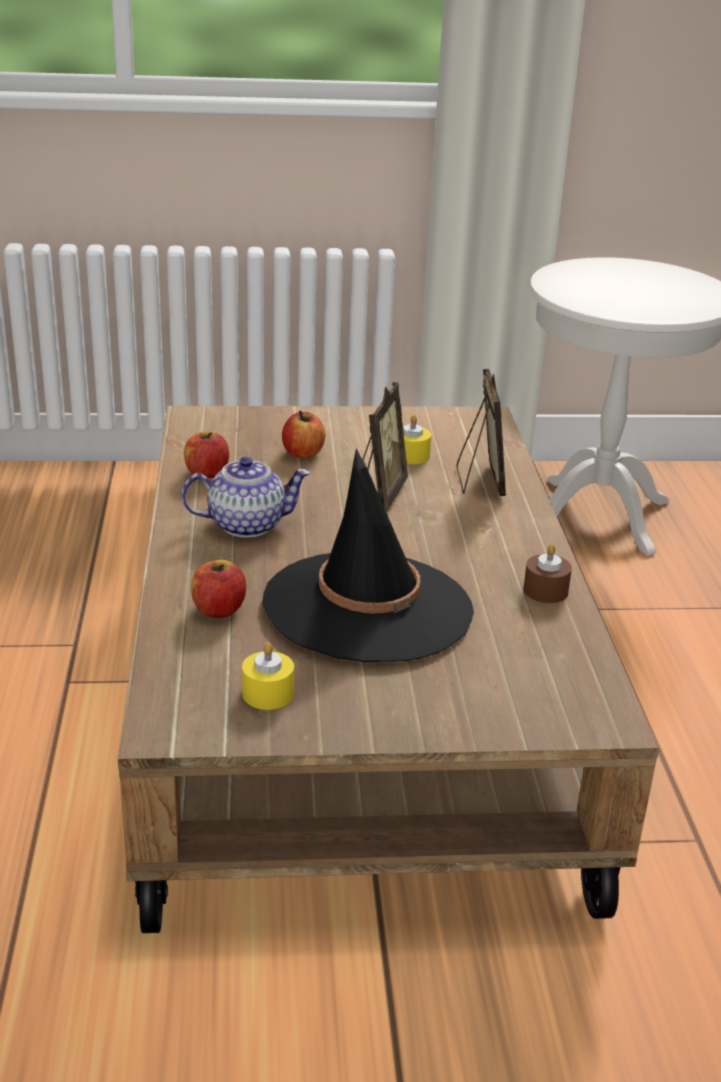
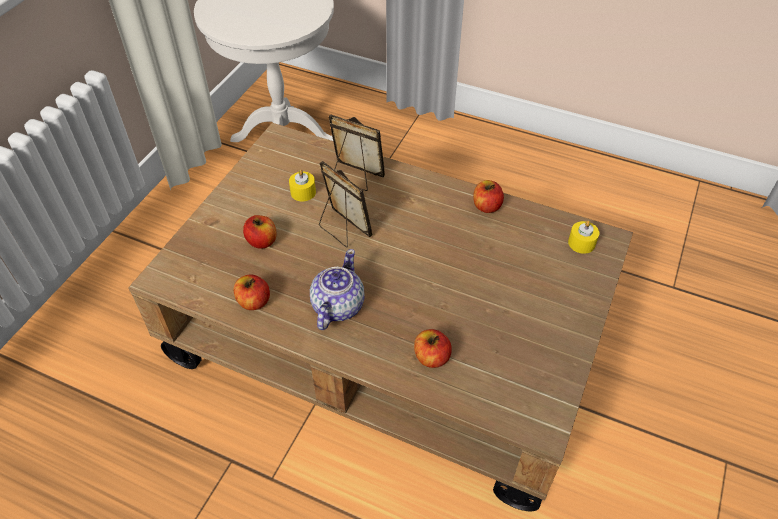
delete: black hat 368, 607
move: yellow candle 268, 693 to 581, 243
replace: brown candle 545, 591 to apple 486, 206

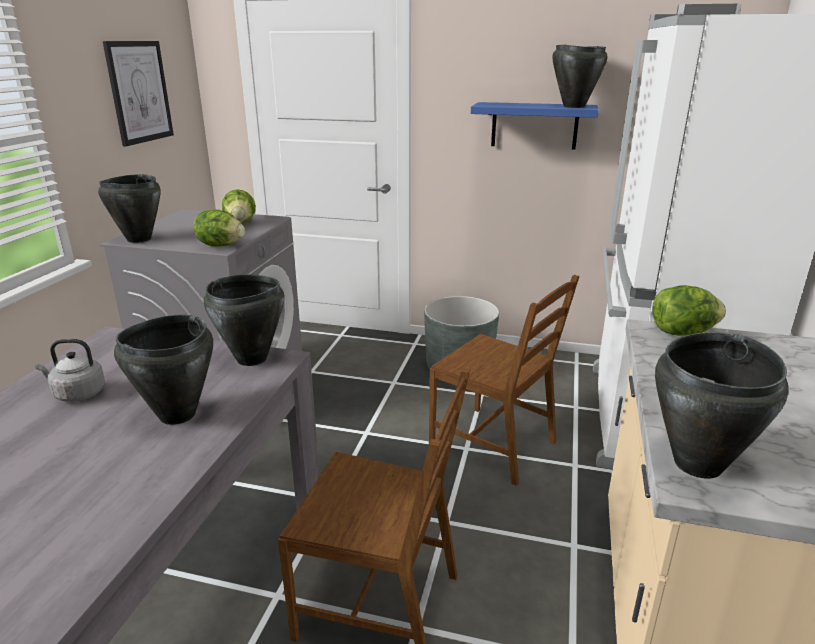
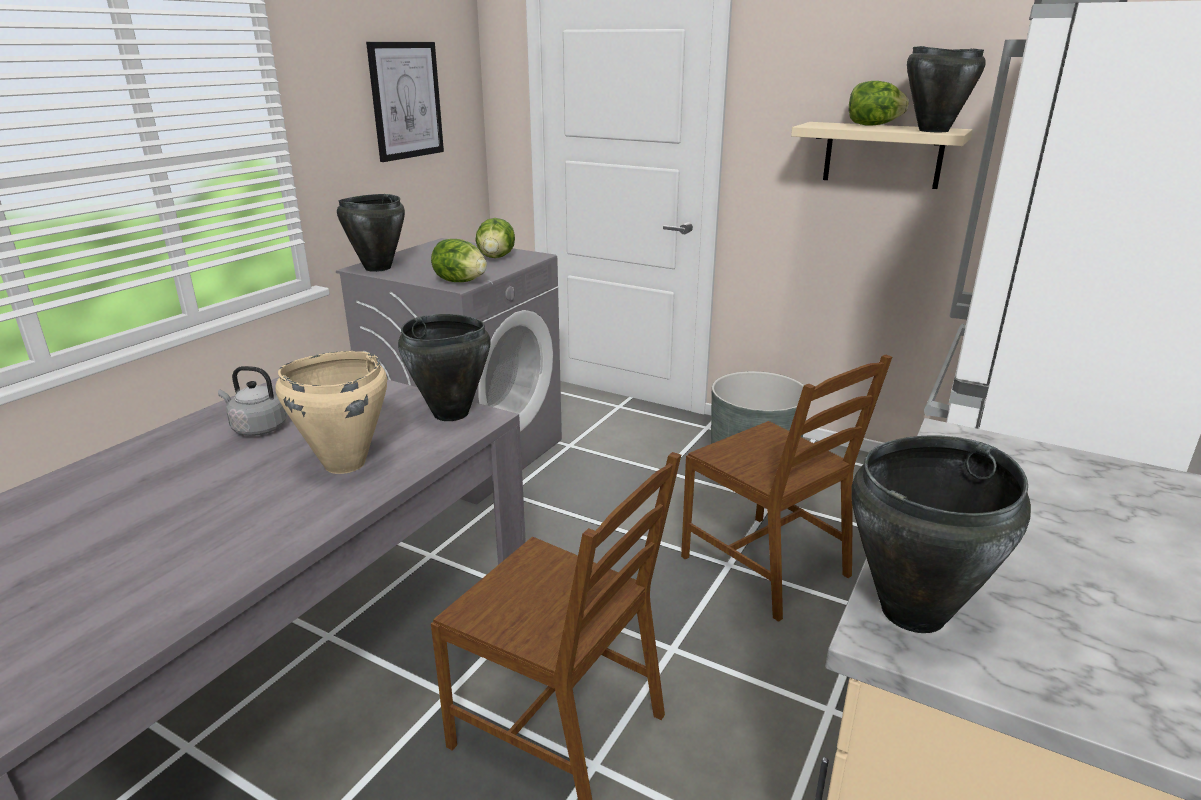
move: lettuce 682, 332 to 872, 125
recolor: black cooking pot 176, 415 to beige cooking pot 344, 464; blue shelf 534, 125 to beige shelf 882, 155

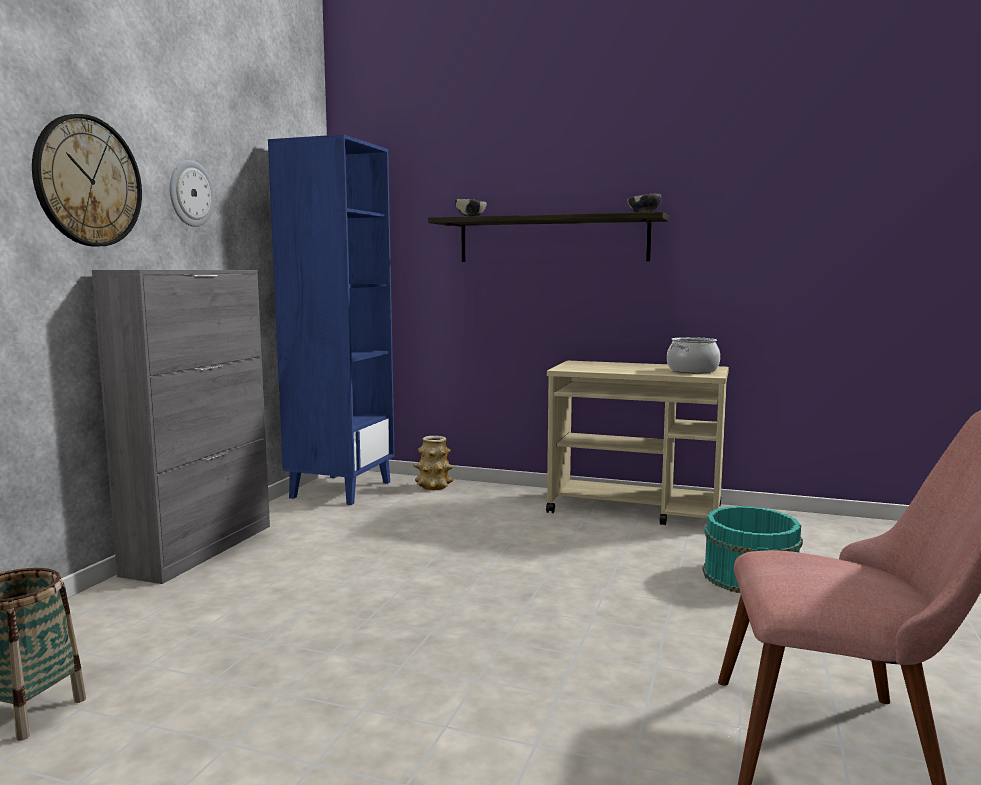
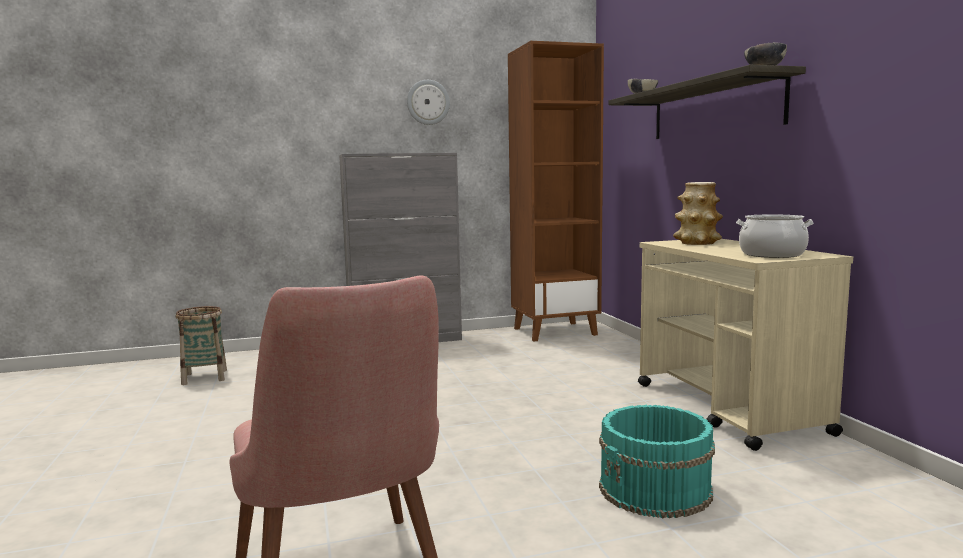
delete: wall clock 88, 181
move: vase 433, 486 to 696, 243
recolor: blue bookcase 341, 489 to brown bookcase 555, 331

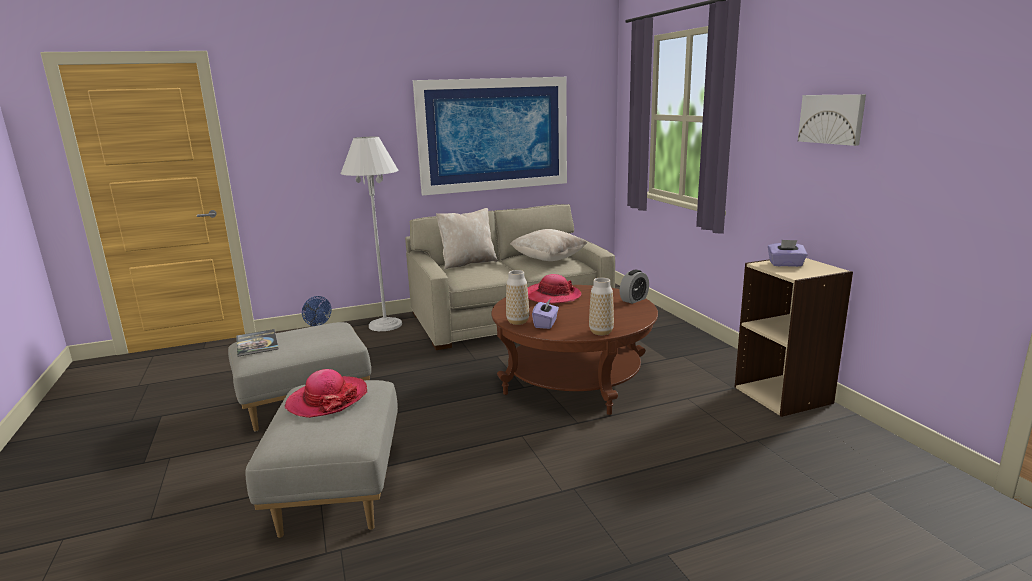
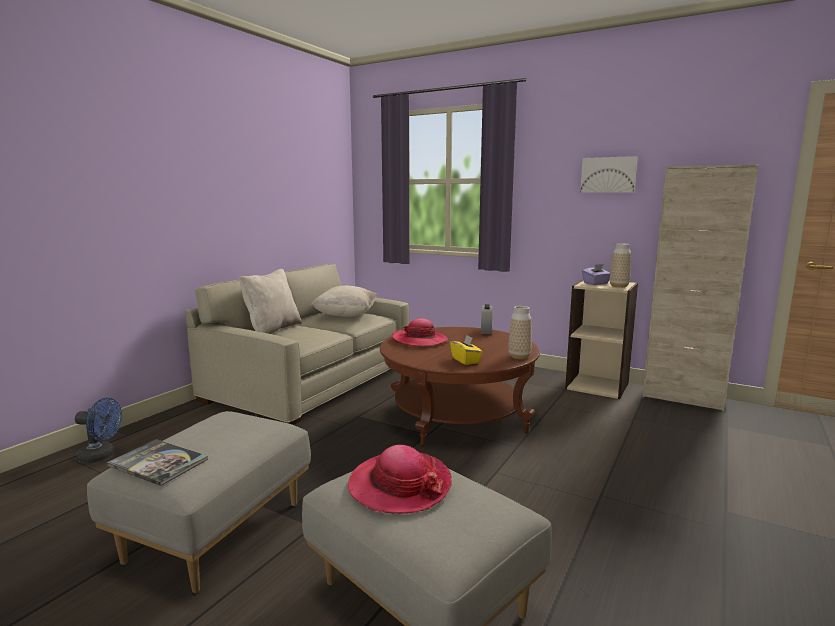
delete: white floor lamp 385, 325; picture 493, 134
insert: beige cabinet 683, 398
move: vase 517, 321 to 619, 286
recolor: purple tissue box 546, 324 to yellow tissue box 466, 360

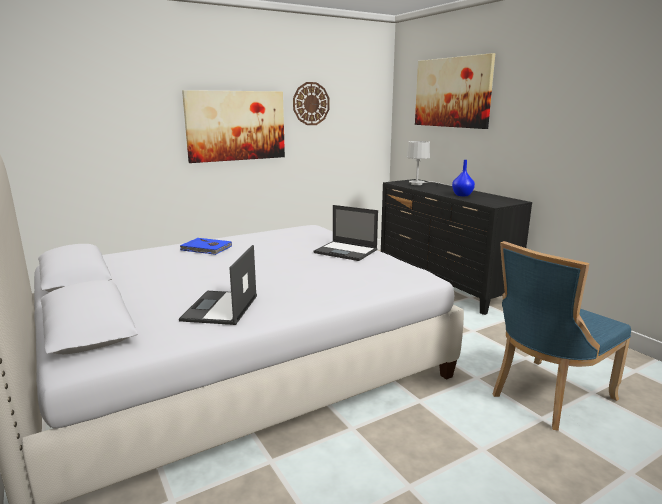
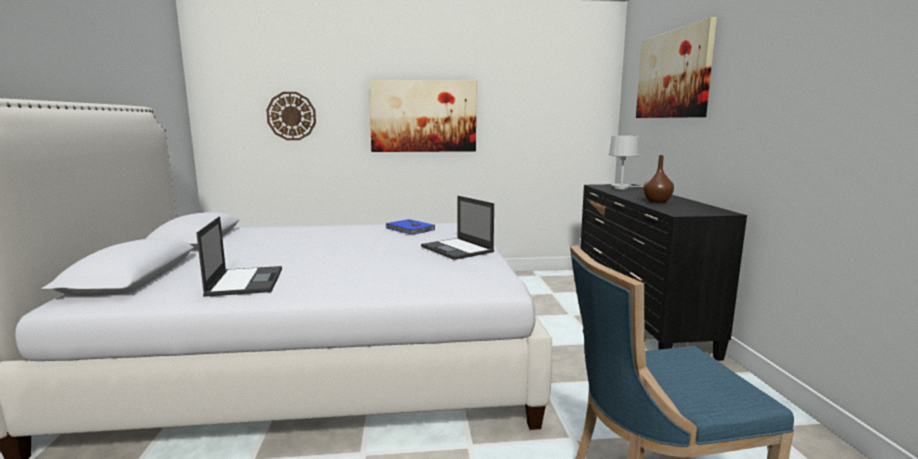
move: blue book 206, 248 to 409, 229; wall clock 311, 103 to 291, 116
recolor: blue vase 462, 195 to brown vase 657, 201
rotate: laptop 220, 308 = 245, 281 135 degrees clockwise

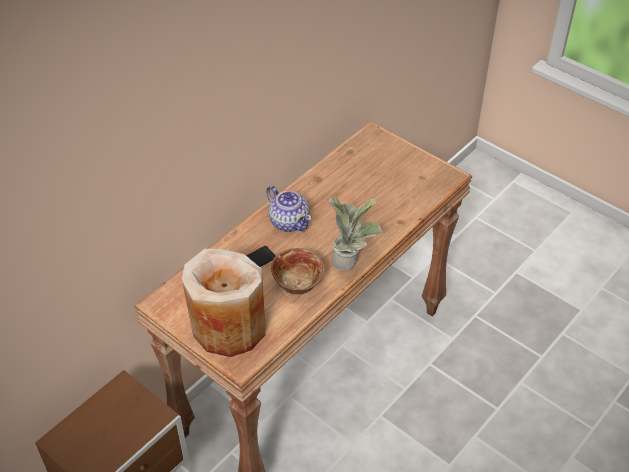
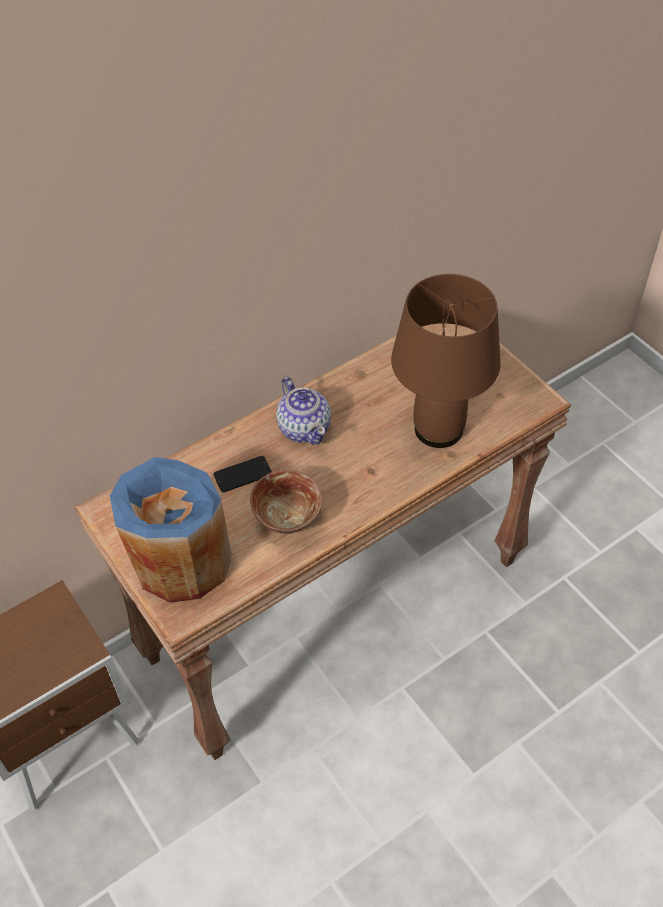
delete: potted plant 351, 261
insert: brown table lamp 438, 430
recolor: beige vase 228, 327 to blue vase 181, 560

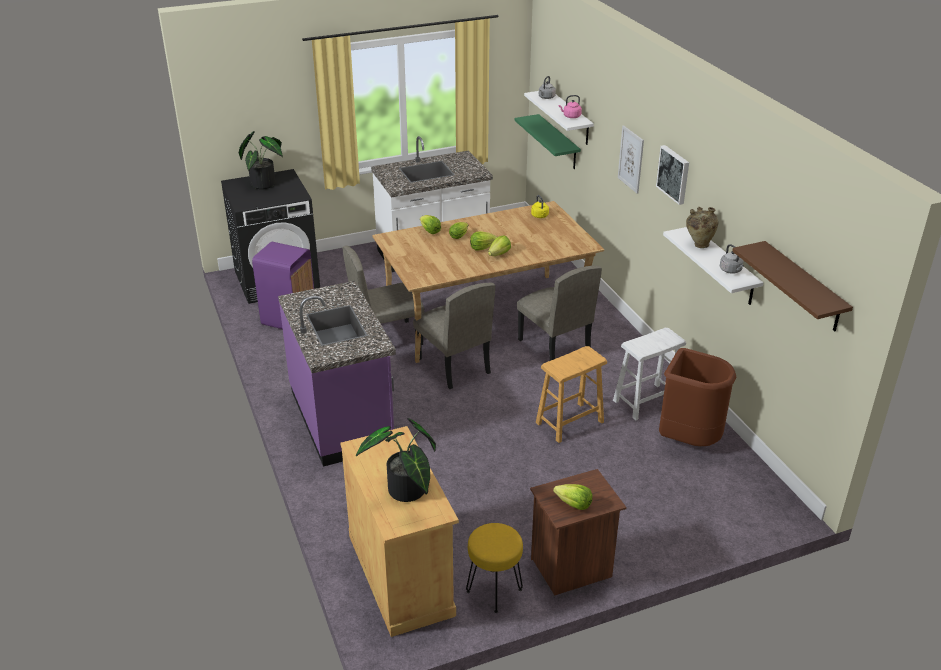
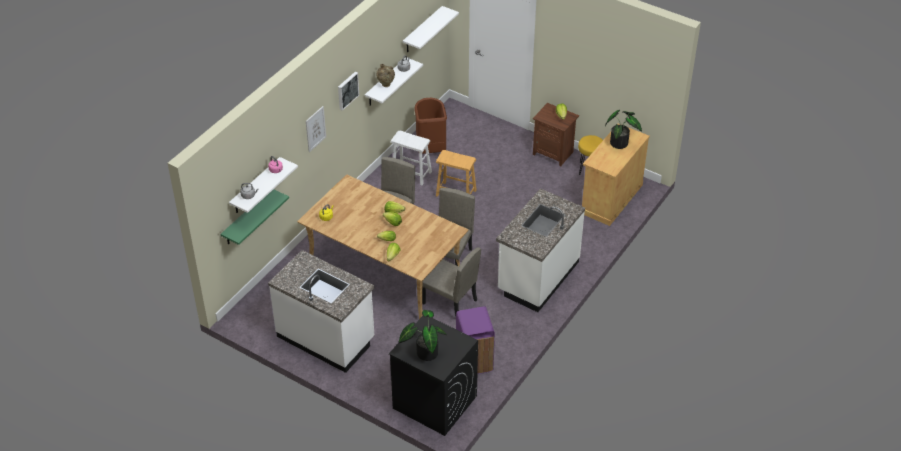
recolor: purple counter 343, 418 to white counter 537, 277; brown shelf 803, 287 to white shelf 422, 30

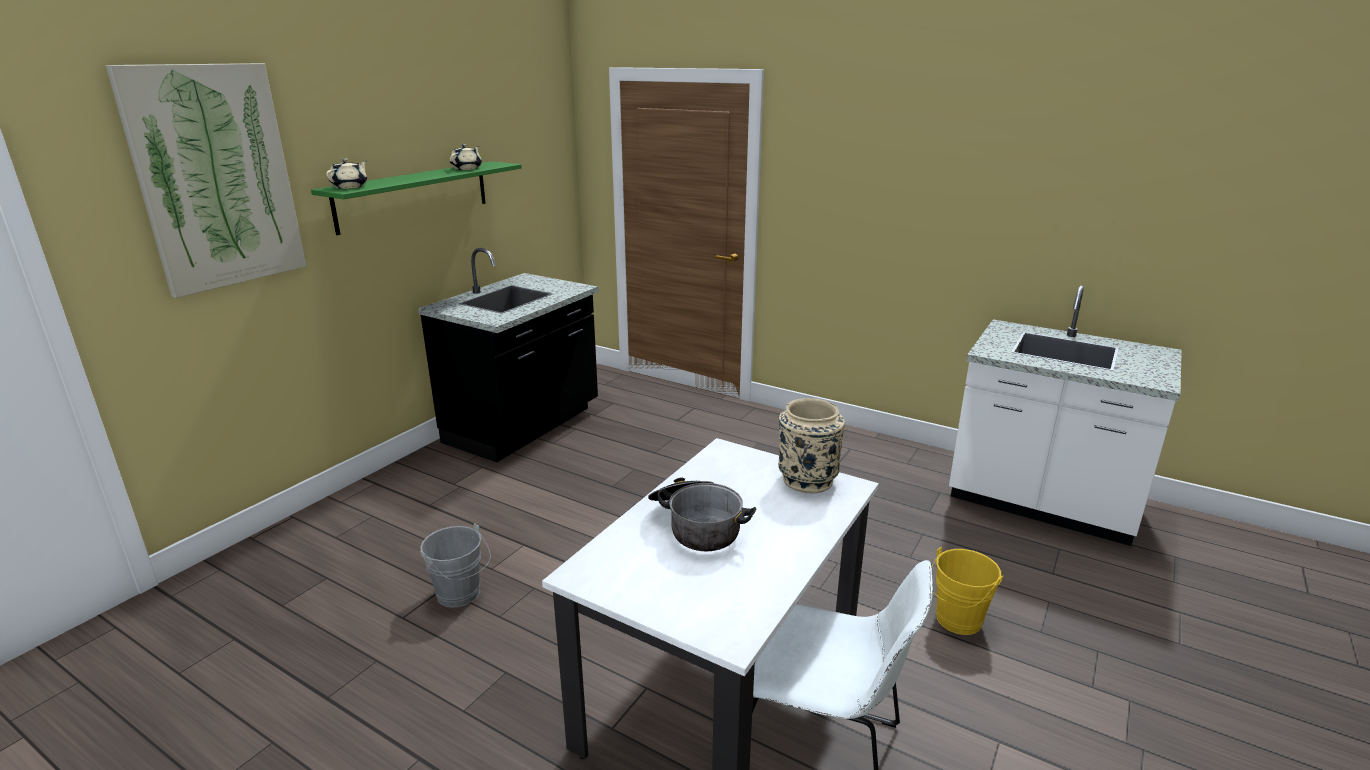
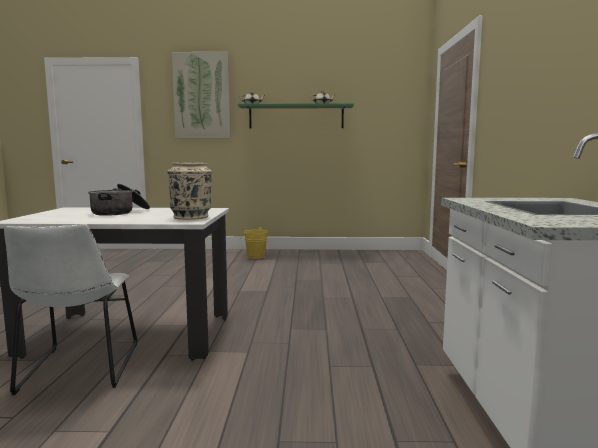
delete: black counter 524, 427; grey bucket 461, 596
move: yellow bucket 956, 622 to 254, 256

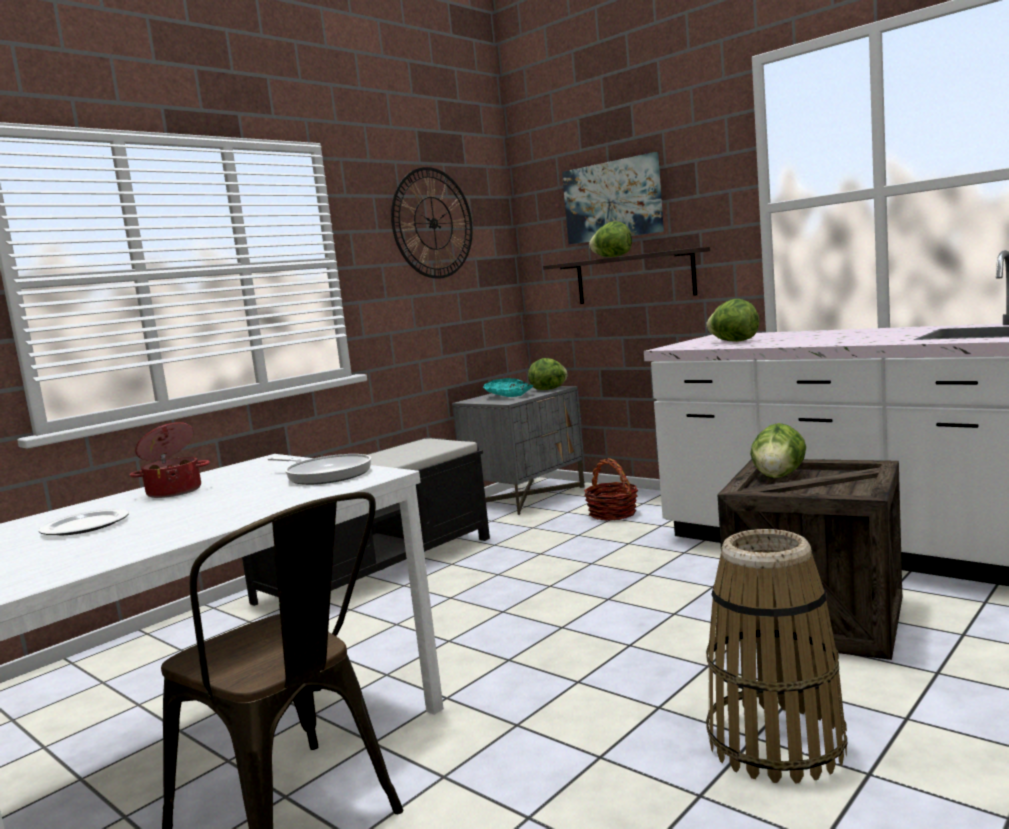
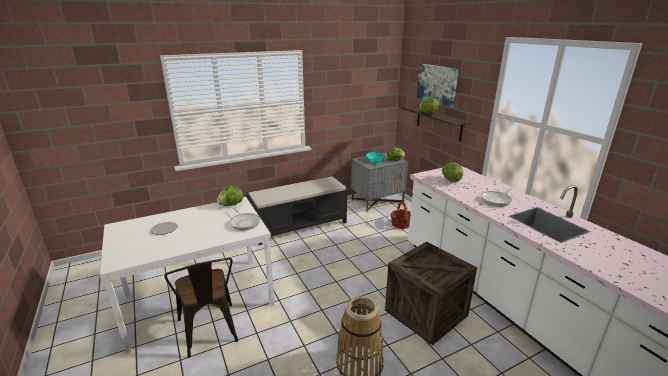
delete: cooking pot 174, 491; wall clock 433, 223
insert: frying pan 496, 200
move: lettuce 779, 476 to 231, 205

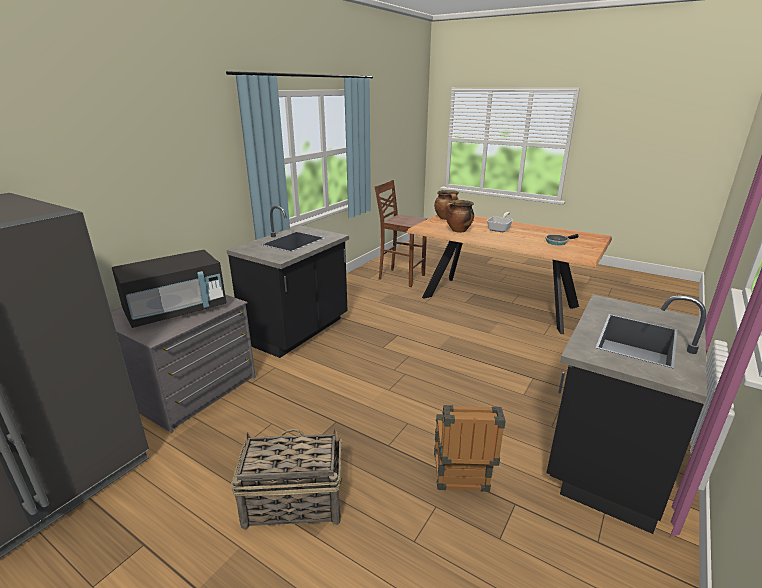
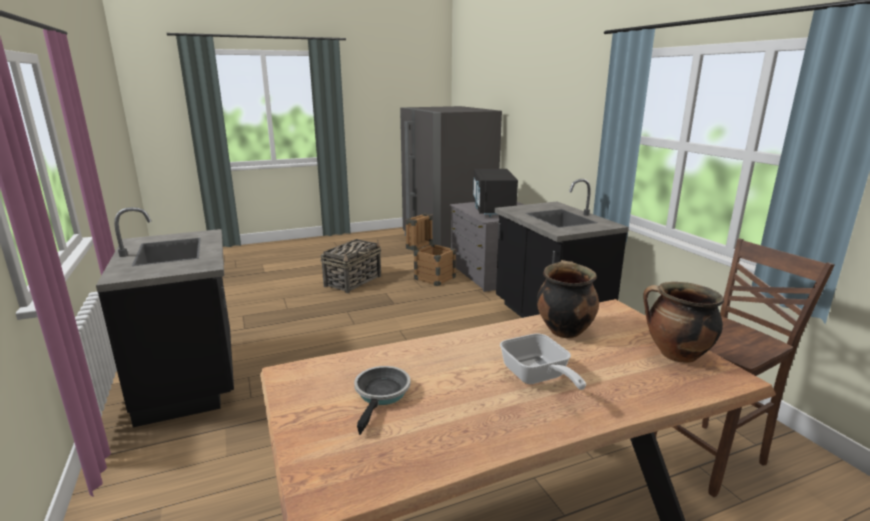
move: crate 461, 477 to 431, 277

